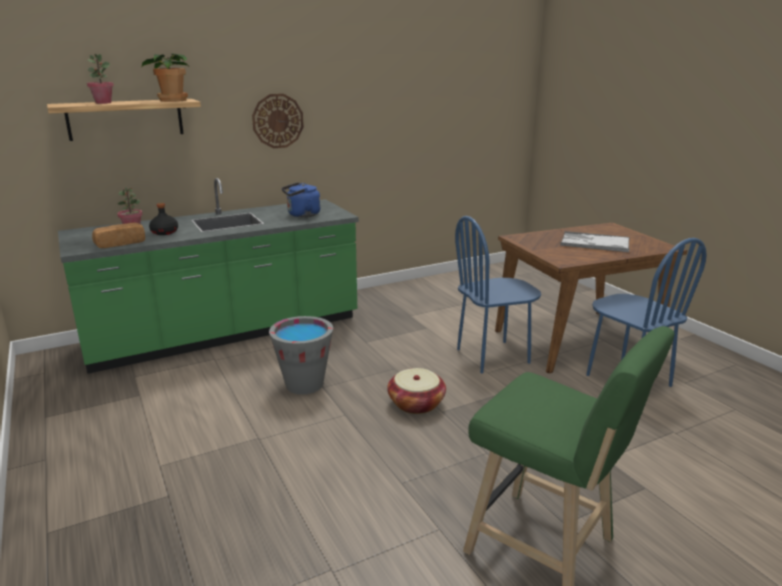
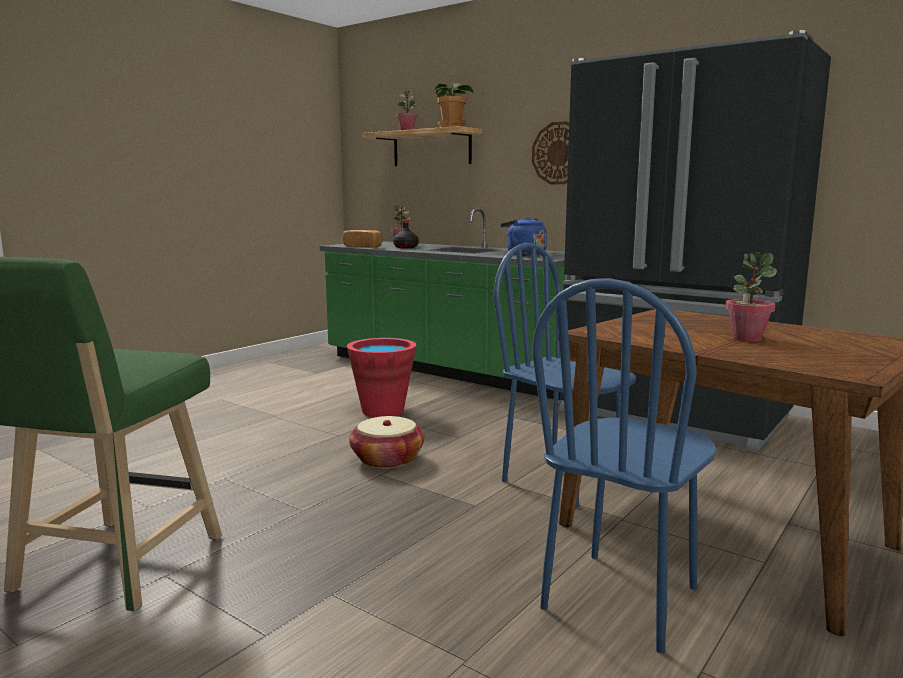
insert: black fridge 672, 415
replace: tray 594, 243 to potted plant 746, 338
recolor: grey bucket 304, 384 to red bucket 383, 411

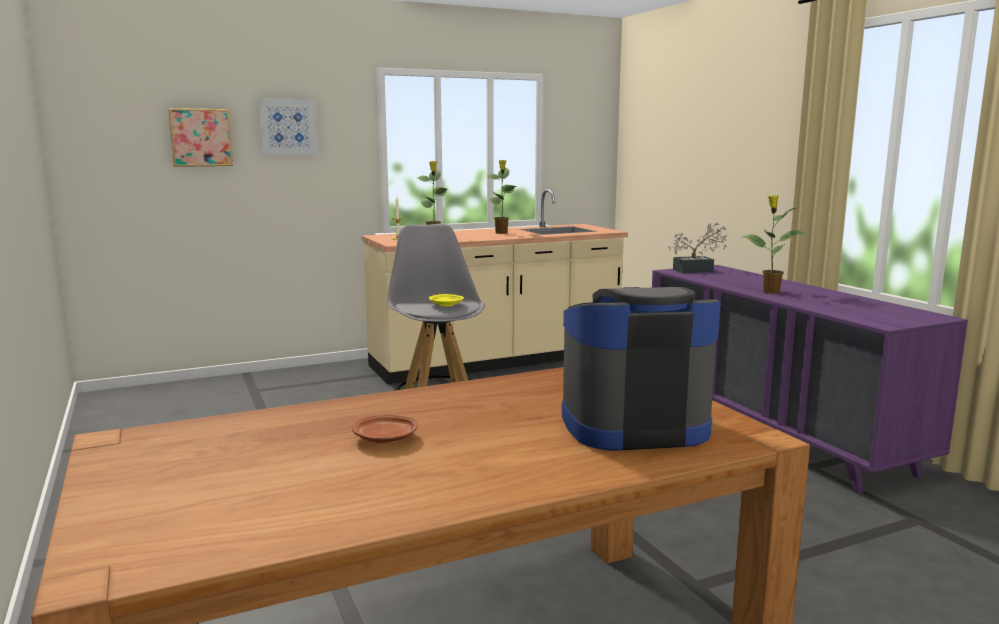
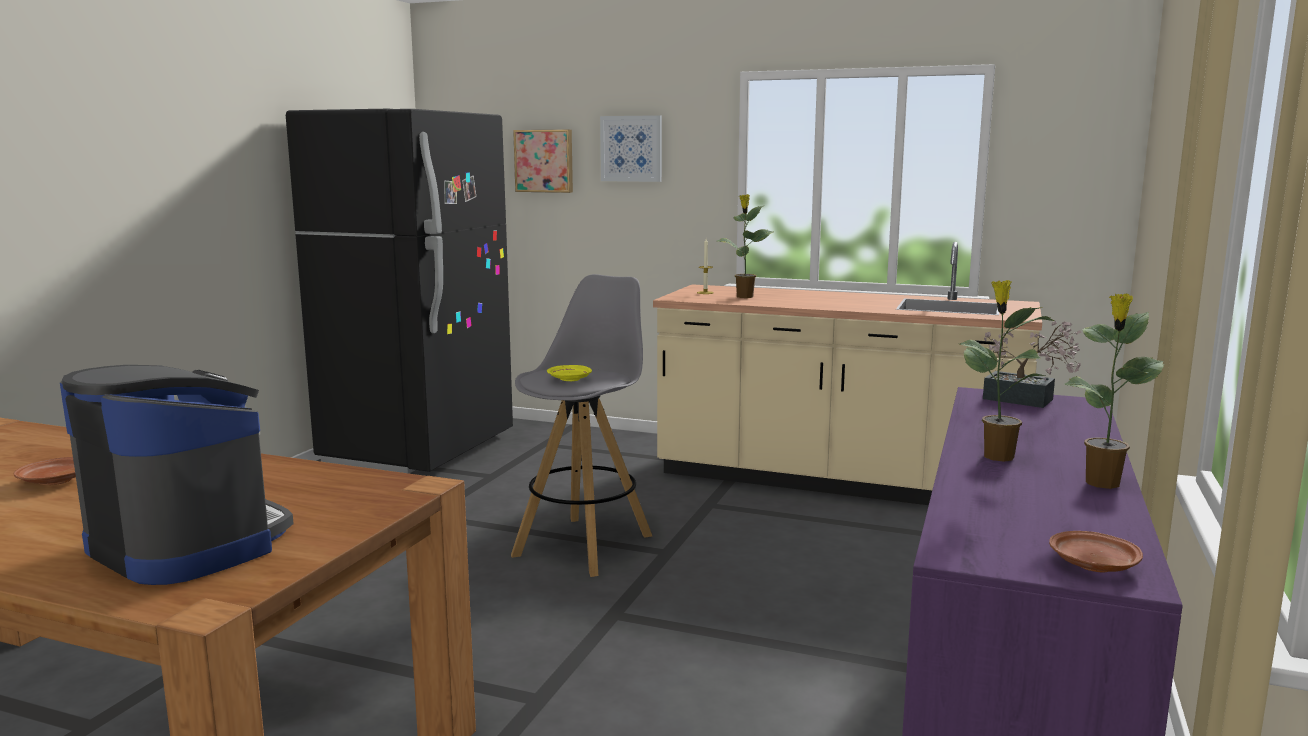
insert: black fridge 419, 448; brown plate 1092, 564
move: potted plant 501, 233 to 1102, 484

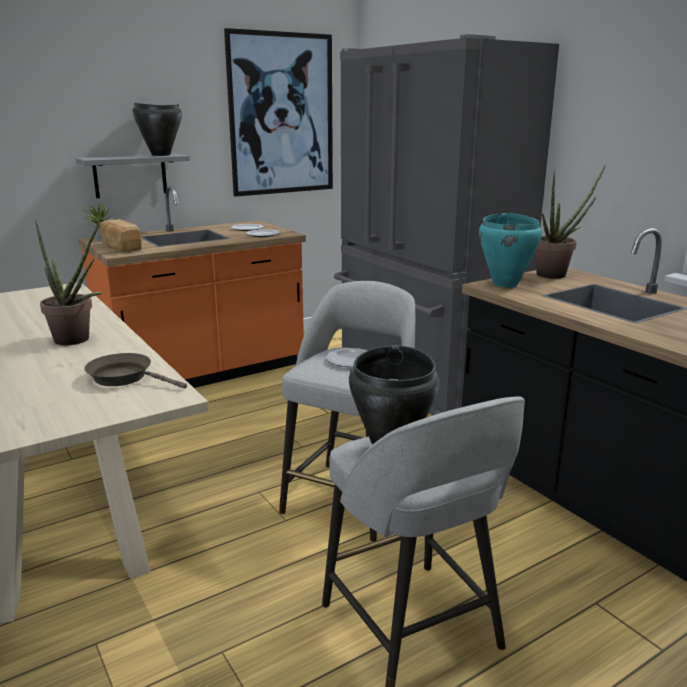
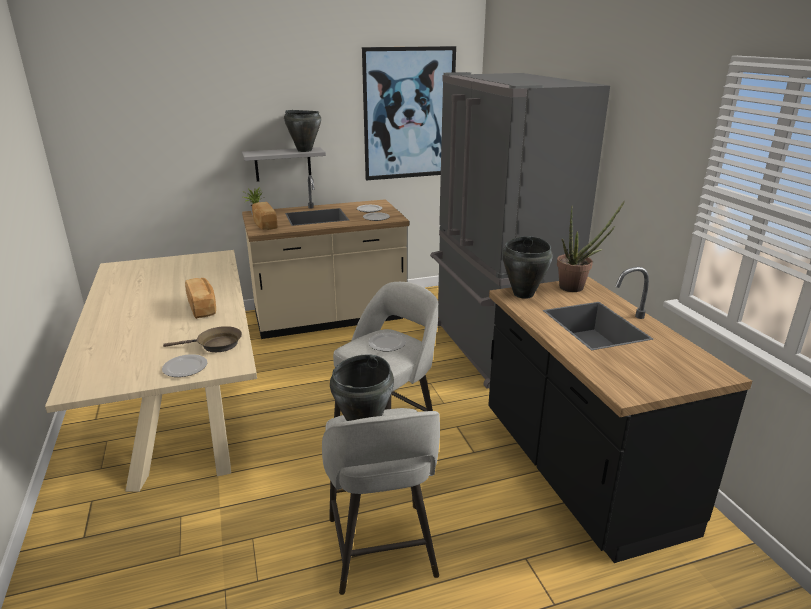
insert: plate 184, 367
replace: potted plant 77, 341 to bread 203, 307
recolor: orange counter 204, 372 to beige counter 329, 318; turquoise cooking pot 505, 284 to black cooking pot 524, 294
rotate: brown frying pan 125, 378 = 216, 345 135 degrees clockwise

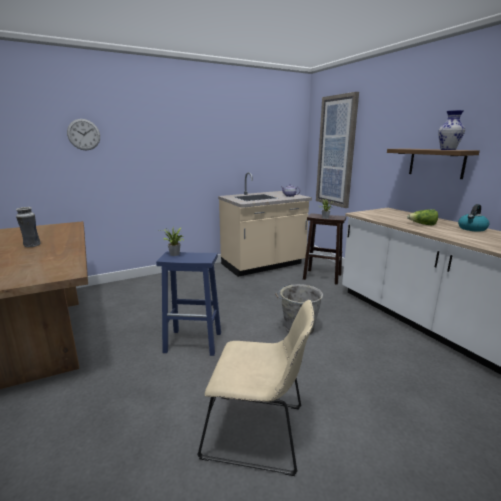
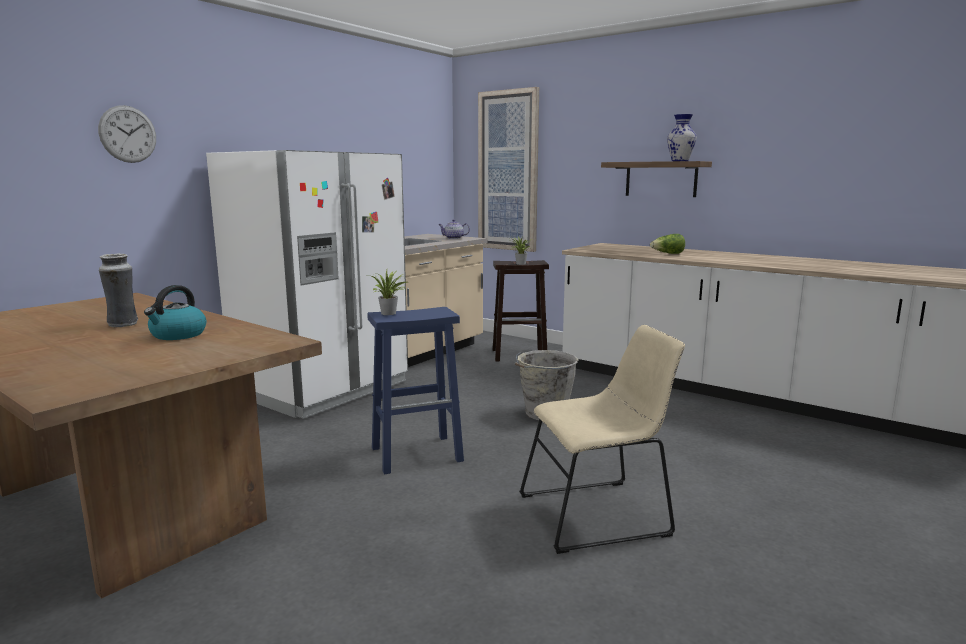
insert: white fridge 322, 388
move: kettle 472, 229 to 178, 335

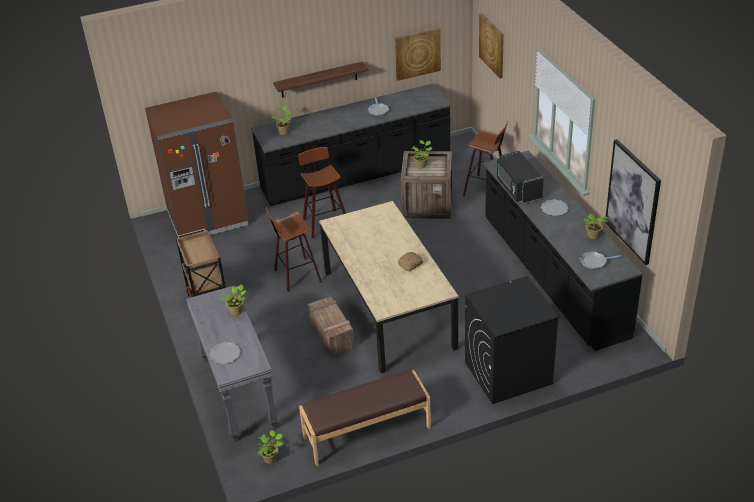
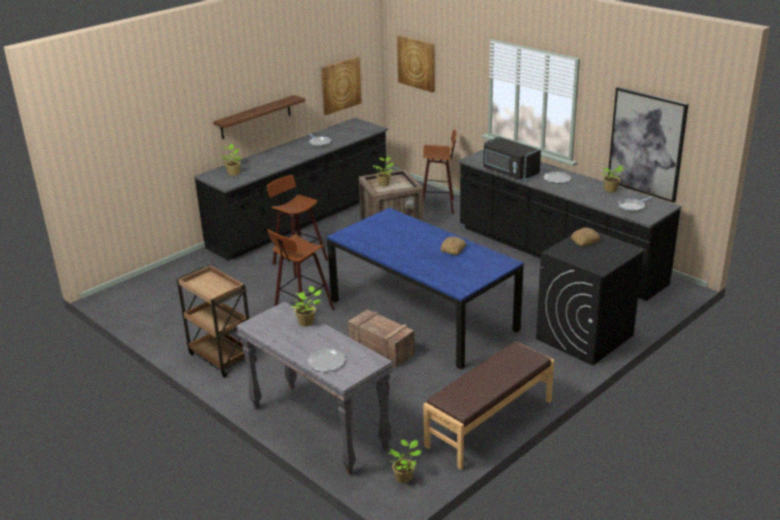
delete: brown fridge 208, 218
insert: bread 585, 241
recolor: beige dining table 387, 309 to blue dining table 422, 315

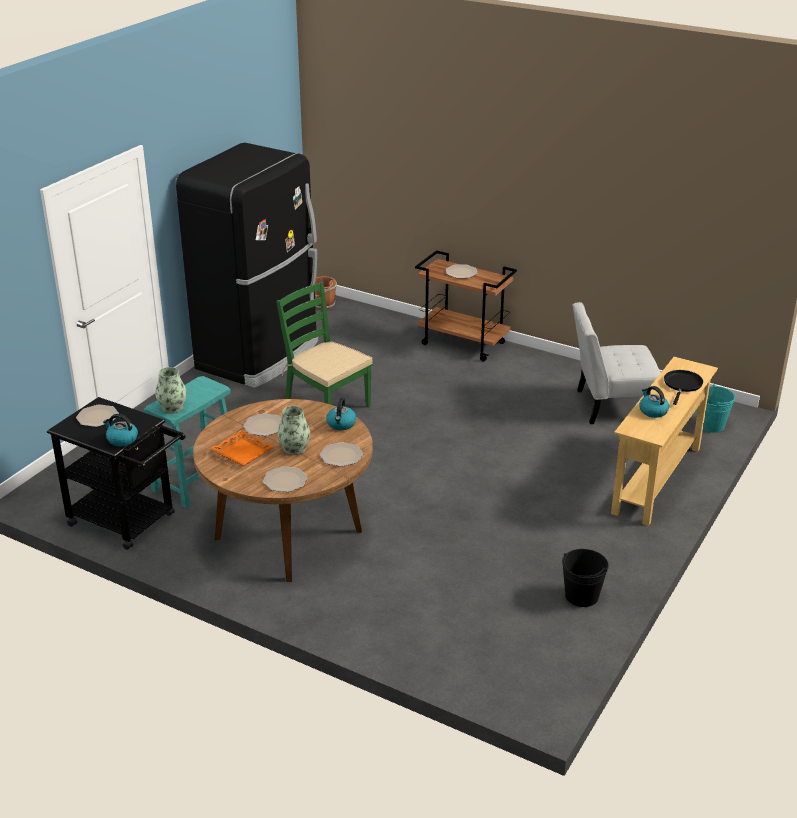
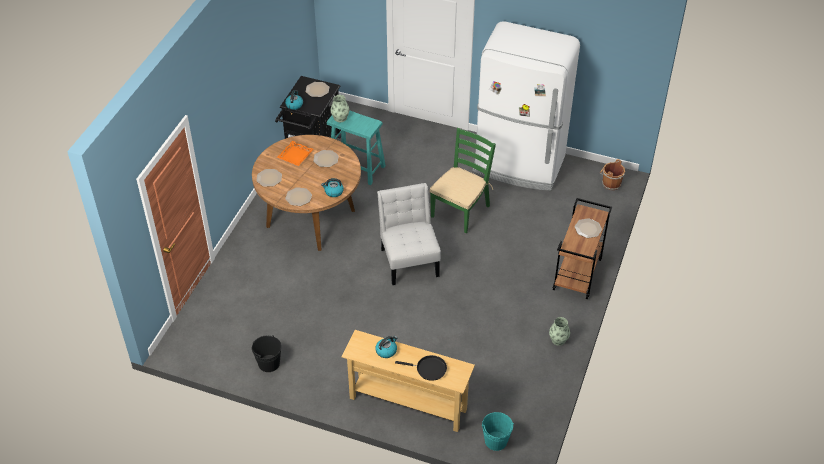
move: vase 294, 448 to 558, 339; white chair 610, 406 to 409, 259
recolor: black fridge 260, 355 to white fridge 519, 165

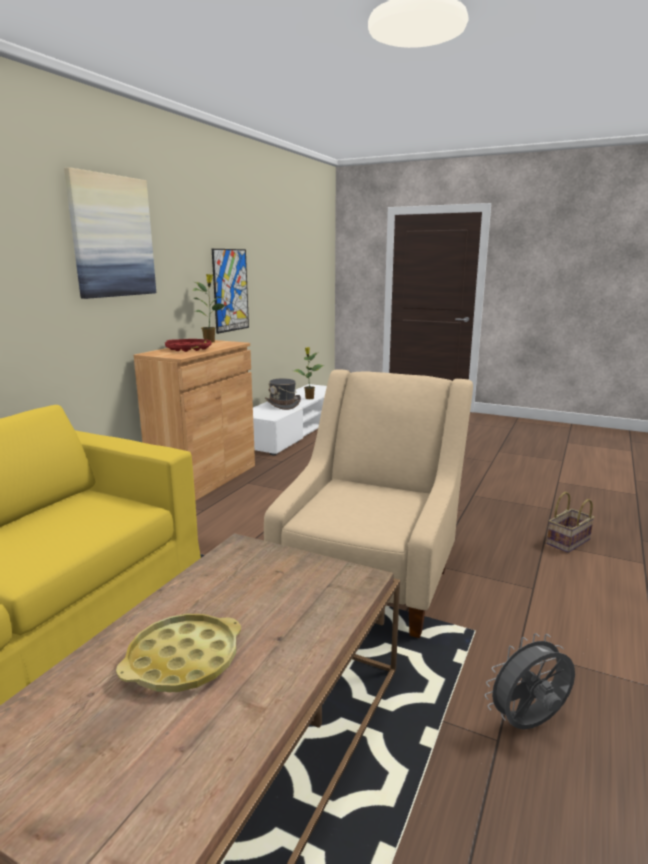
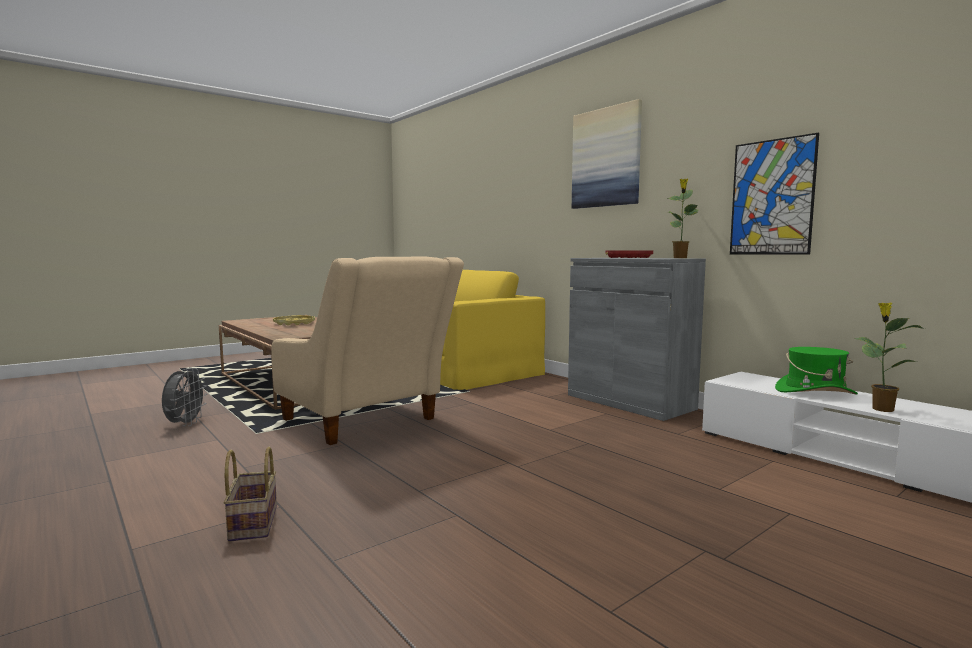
recolor: brown cabinet 204, 478 to grey cabinet 629, 402; grey hat 283, 404 to green hat 815, 392

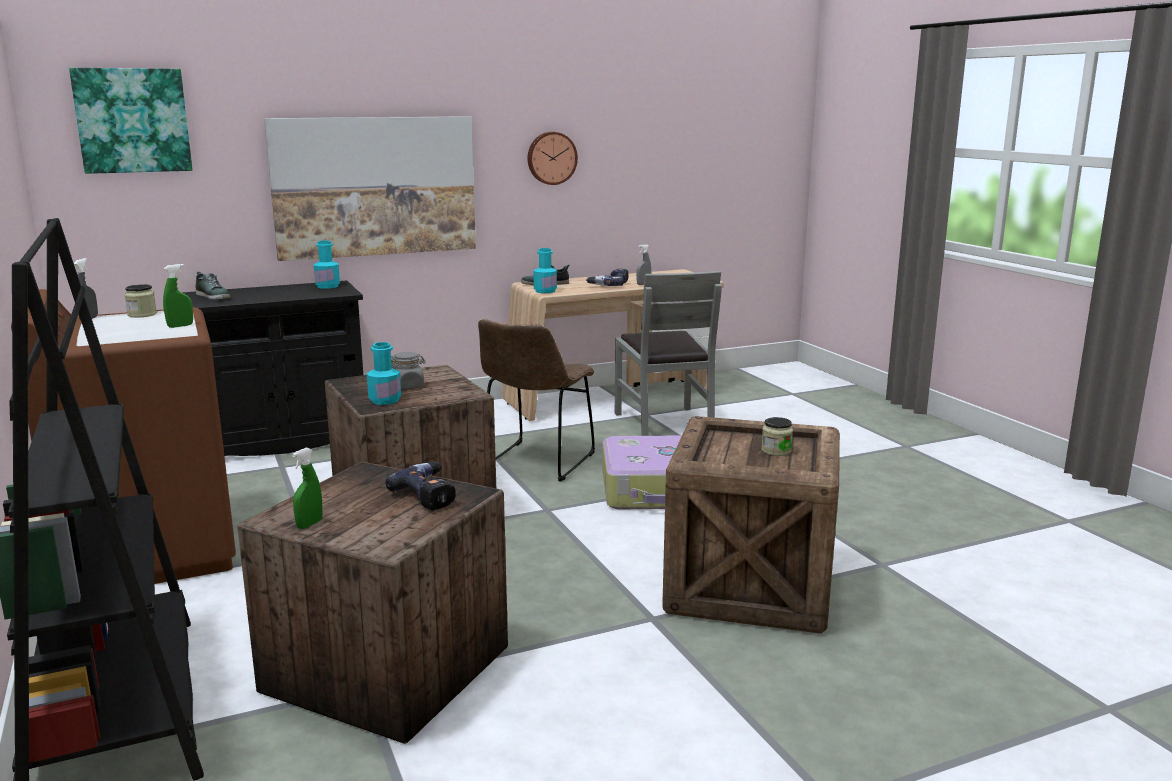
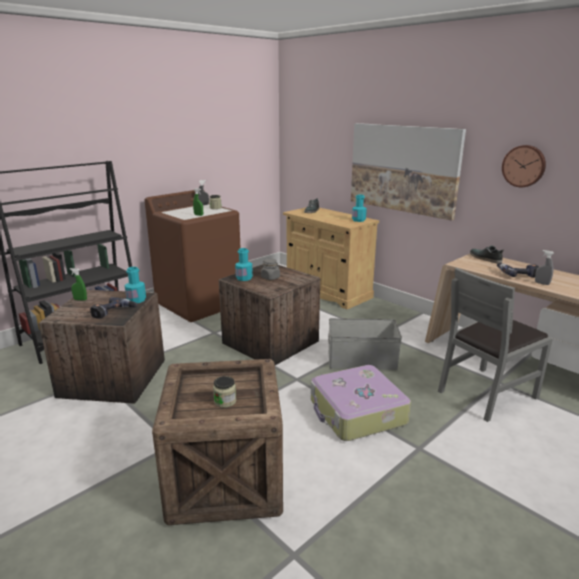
delete: picture 133, 120
move: turquoise bottle 545, 291 to 136, 300
replace: brown chair 536, 463 to grey storage box 361, 360
recolor: black cabinet 282, 441 to beige cabinet 327, 291

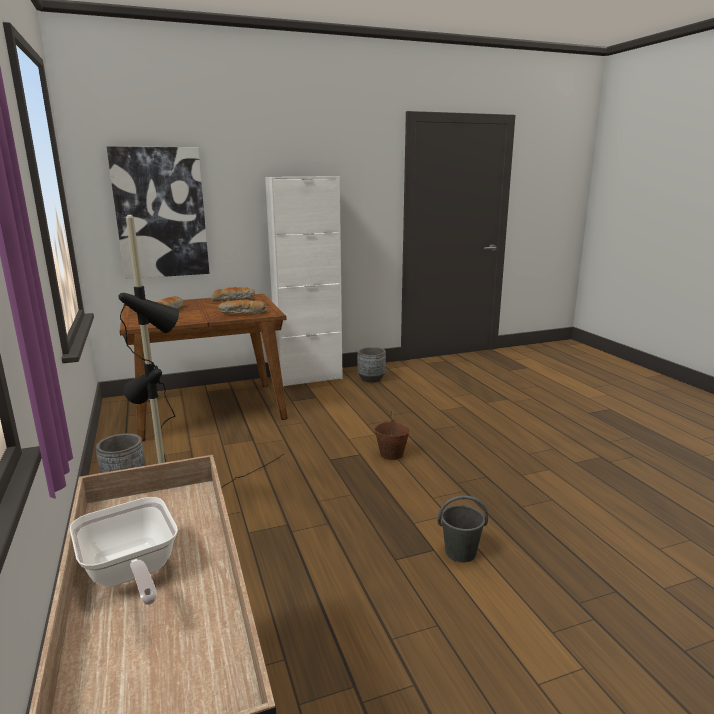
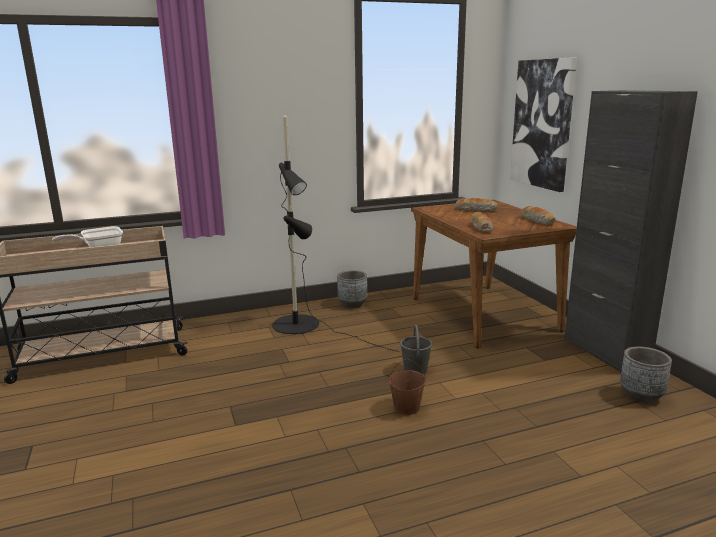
move: grey bucket 460, 552 to 415, 370
recolor: white cabinet 309, 378 to black cabinet 605, 352

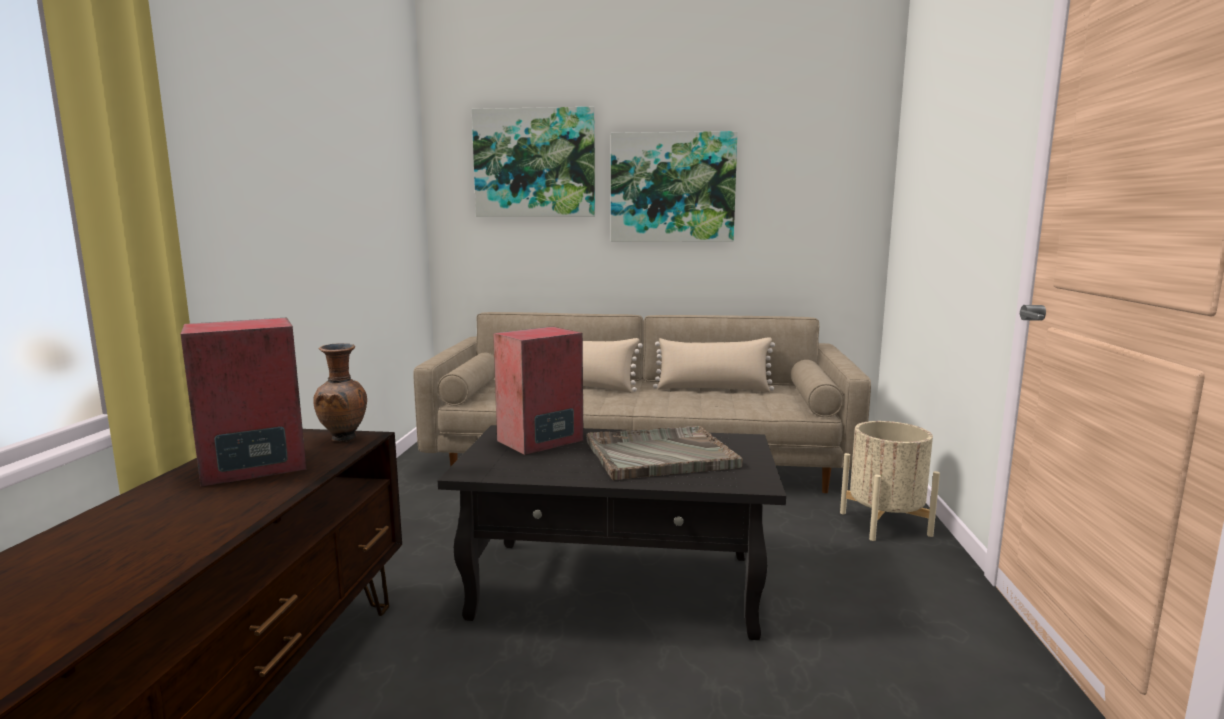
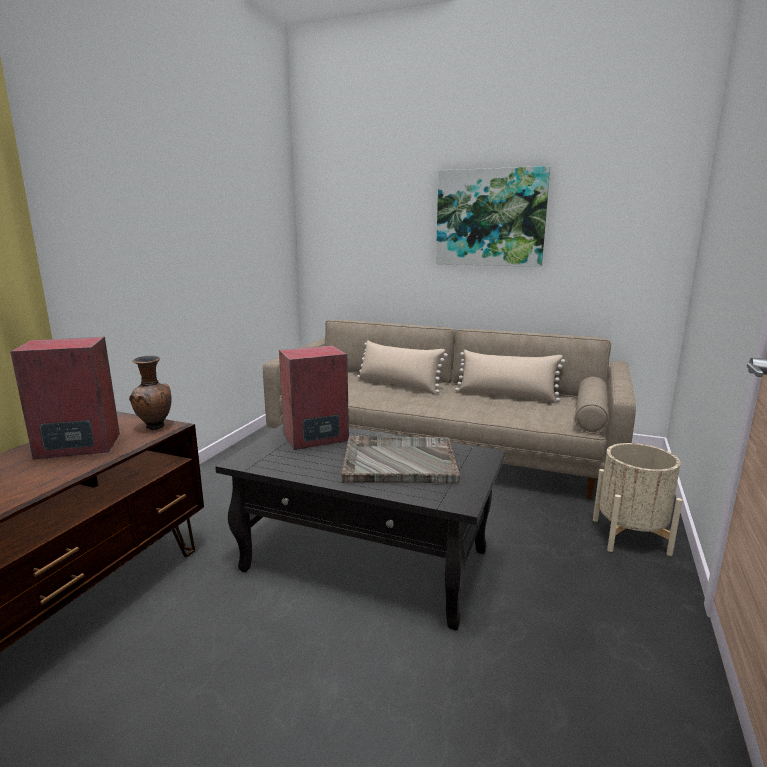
delete: picture 534, 163

